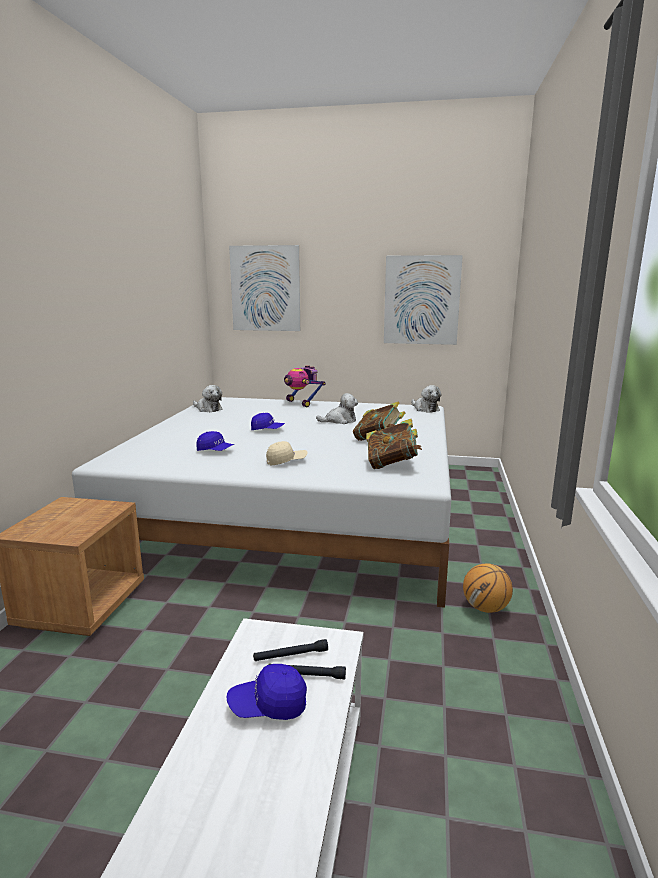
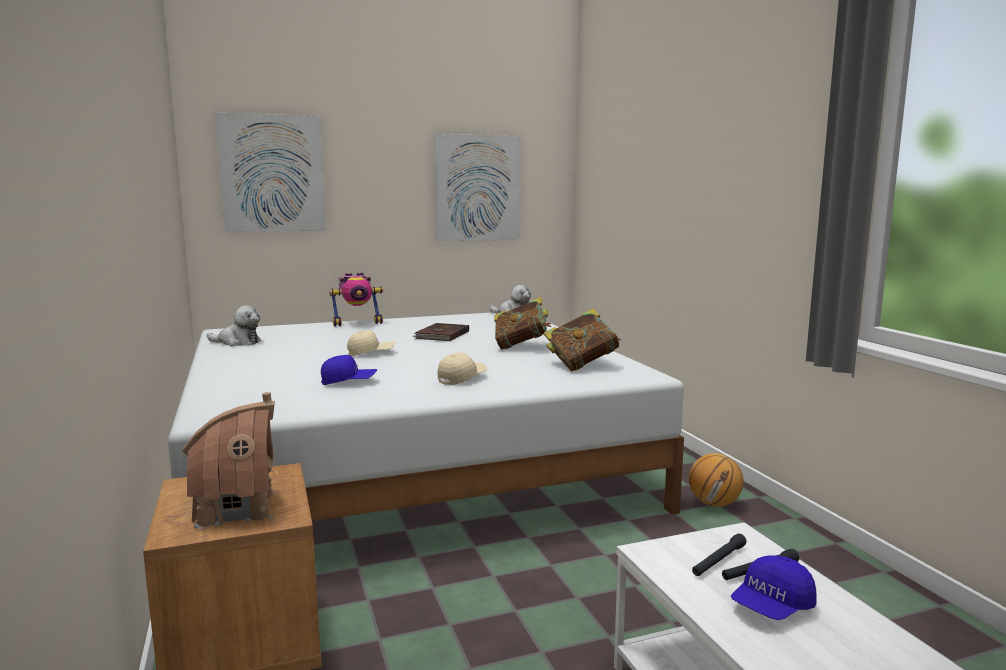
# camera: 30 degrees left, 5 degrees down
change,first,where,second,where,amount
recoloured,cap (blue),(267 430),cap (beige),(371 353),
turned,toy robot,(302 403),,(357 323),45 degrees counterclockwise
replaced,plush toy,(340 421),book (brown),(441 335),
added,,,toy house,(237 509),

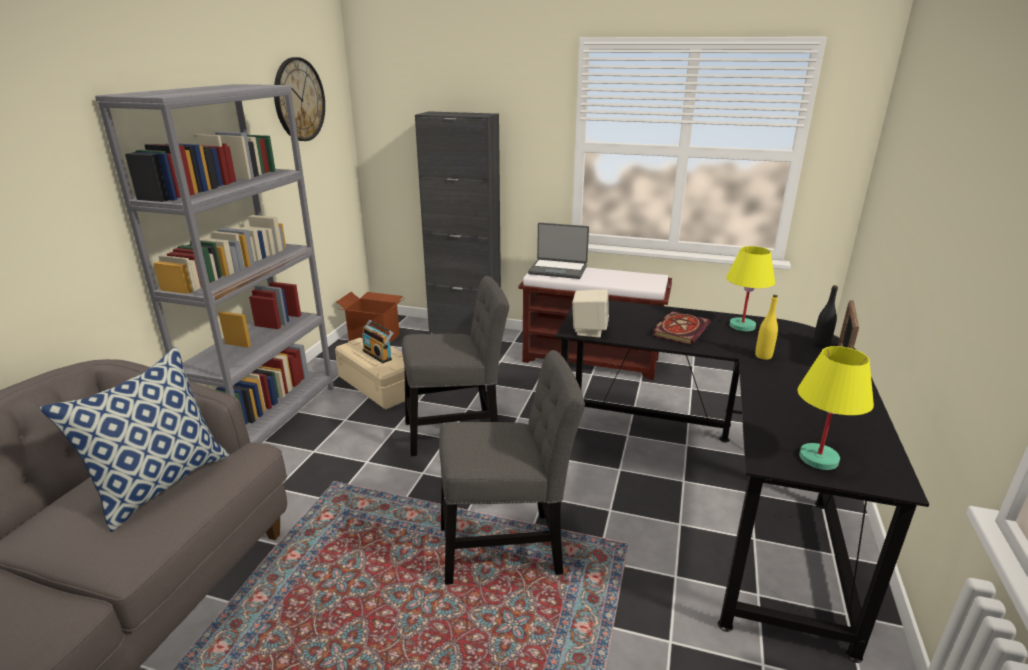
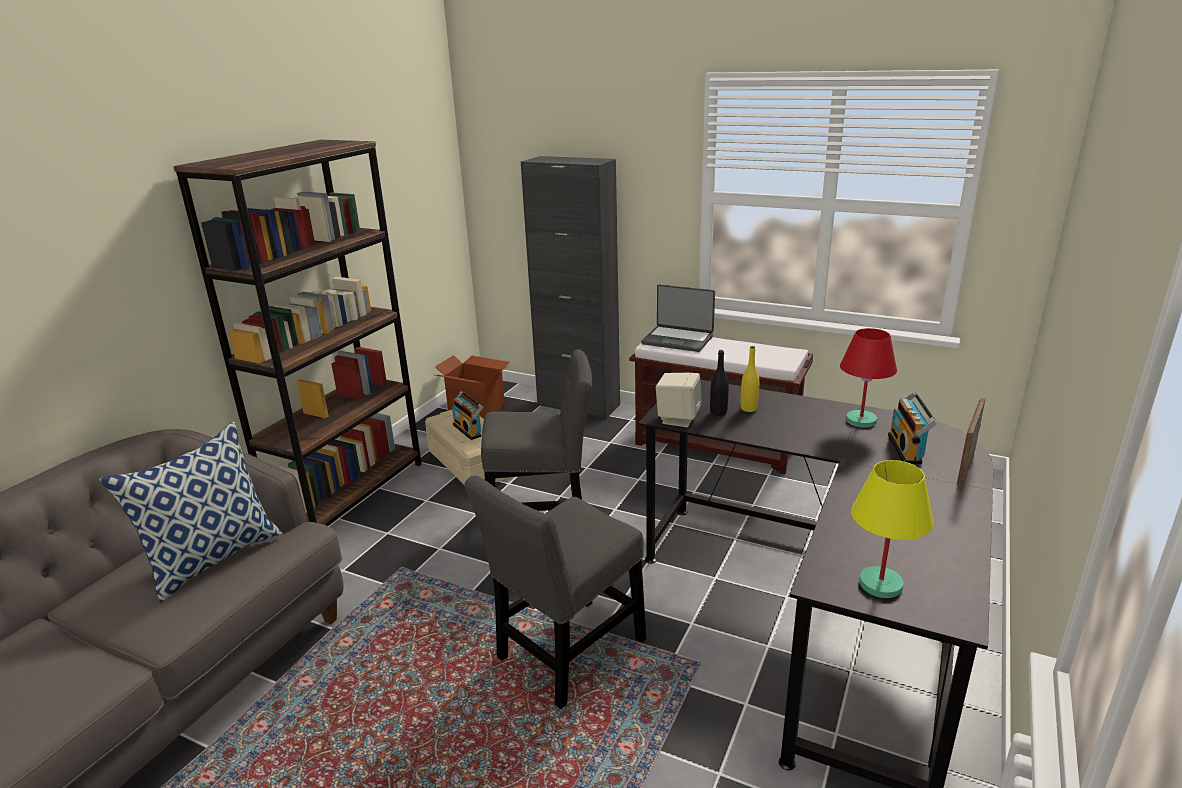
# camera: 10 degrees right, 0 degrees up
change,first,where,second,where,amount
recoloured,bookcase (grey),(270 418),bookcase (brown),(349 493),
removed,wall clock,(299 100),,,
turned,chair (grey),(507 547),,(567 654),135 degrees clockwise
removed,book,(680 329),,,
recoloured,table lamp (yellow),(742 326),table lamp (red),(861 420),
moved,bottle (yellow),(763 356),,(748 408),
moved,bottle (black),(821 345),,(718 412),
added,,,radio,(907 449),

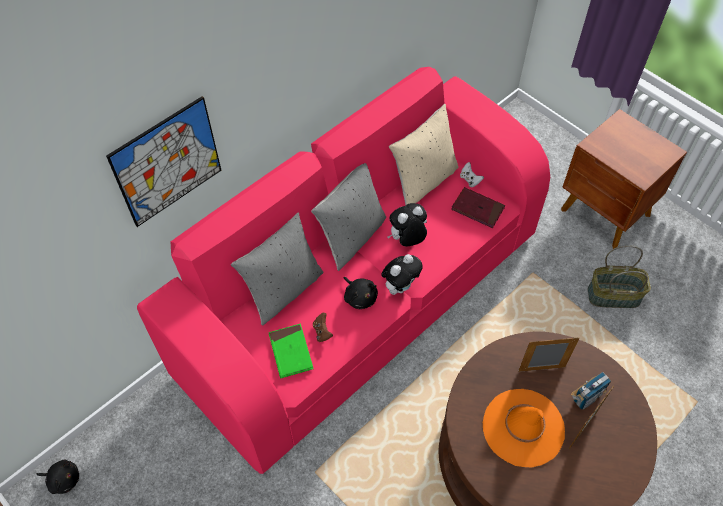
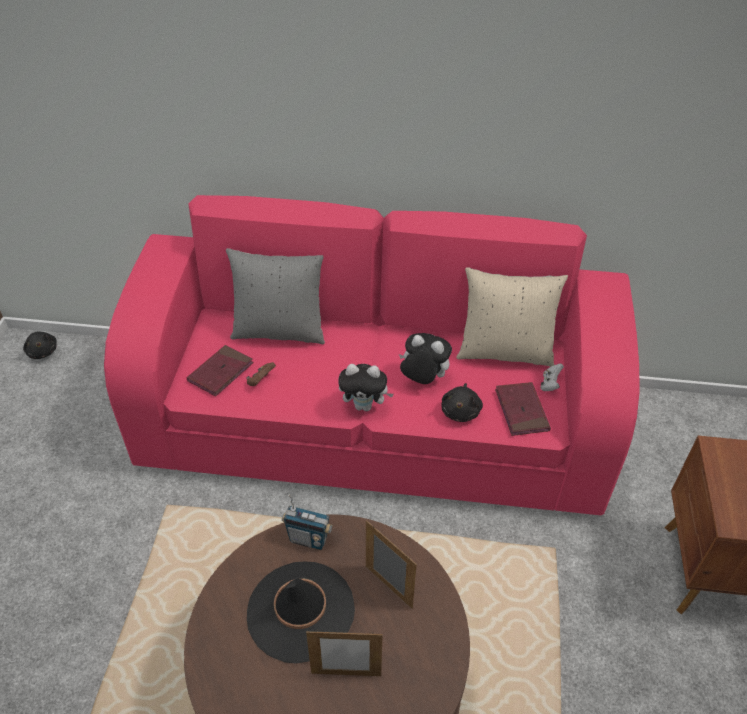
# camera: 50 degrees right, 10 degrees down
change,first,where,second,where,amount
removed,picture,(167 162),,,
recoloured,book (green),(291 352),book (red),(221 372),
removed,pillow (grey),(351 237),,,
moved,plush toy (black),(360 297),,(461 411),
recoloured,hat (orange),(523 427),hat (black),(300 611),
moved,radio,(586 398),,(308 539),
removed,basket,(614 295),,,

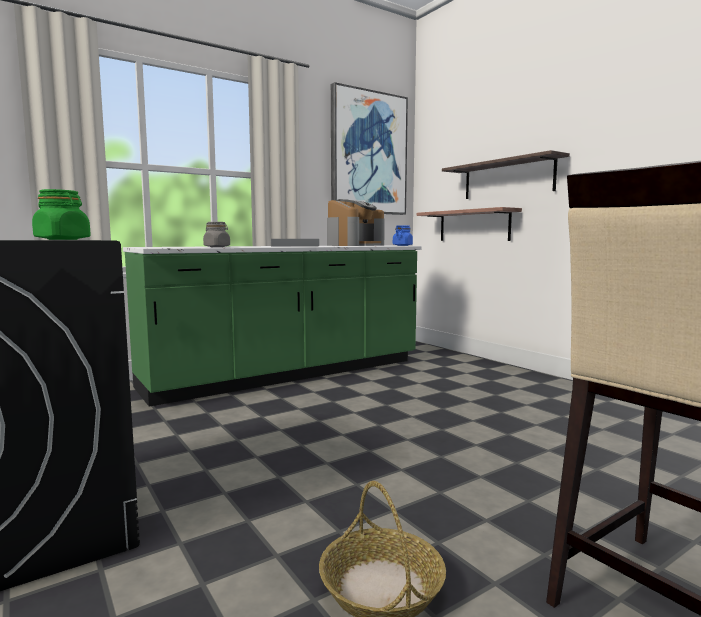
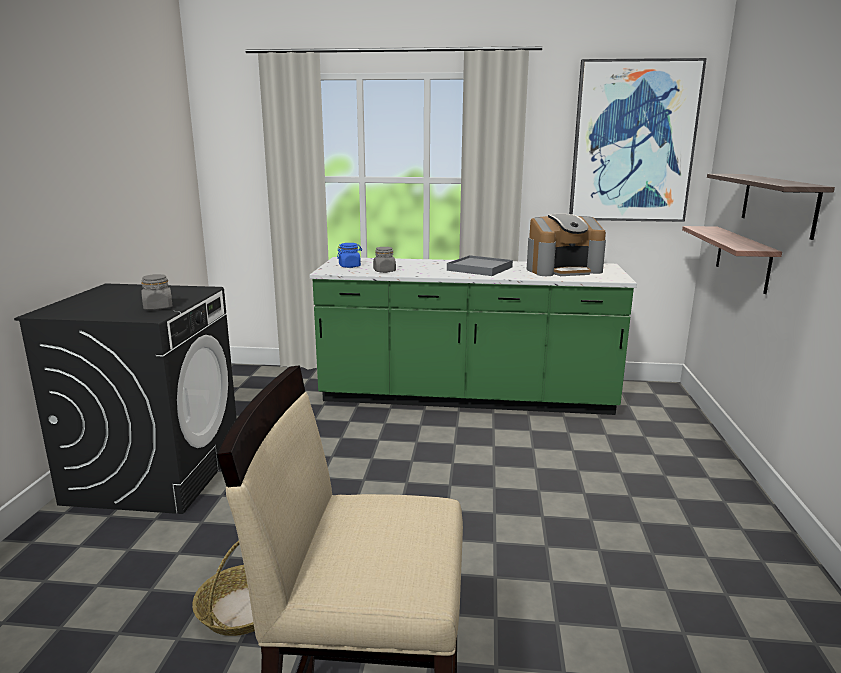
# camera: 40 degrees right, 10 degrees up
change,first,where,second,where,amount
recoloured,jar (green),(63 239),jar (grey),(158 307),
moved,jar (blue),(402 245),,(350 266),

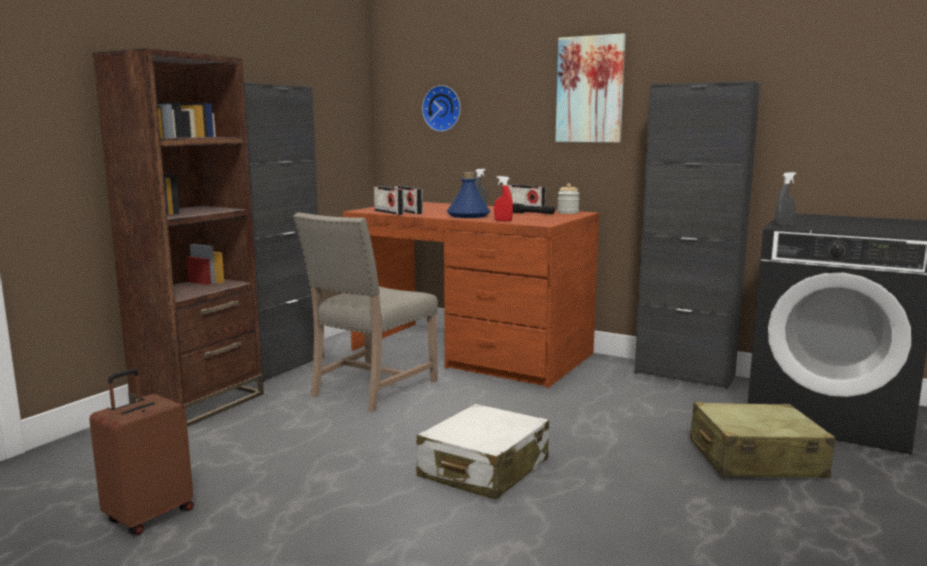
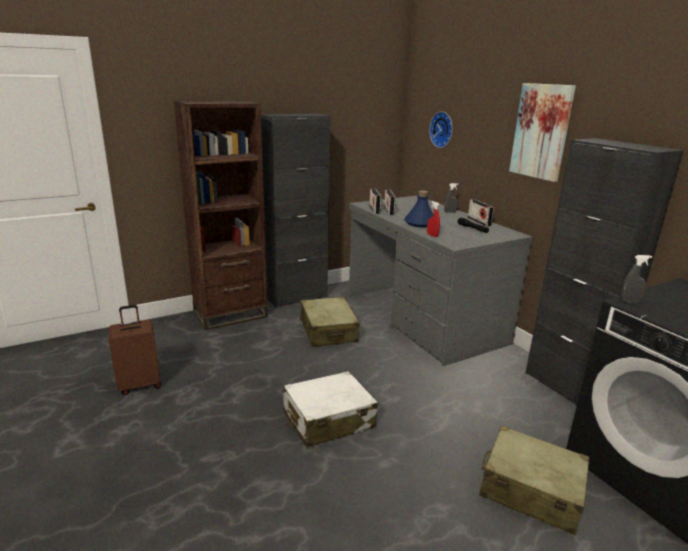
# camera: 30 degrees right, 10 degrees up
change,first,where,second,where,amount
replaced,chair (beige),(370 389),suitcase (beige),(328 331),
recoloured,desk (brown),(471 352),desk (grey),(422 318),
removed,jar,(568 212),,,

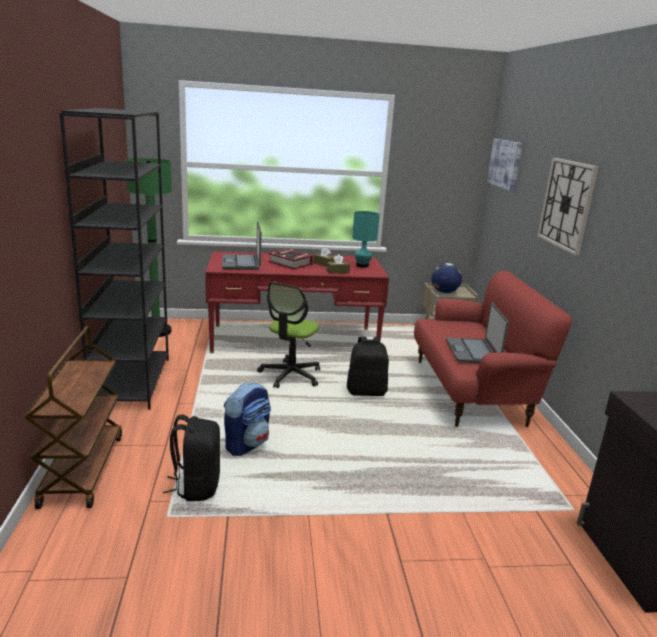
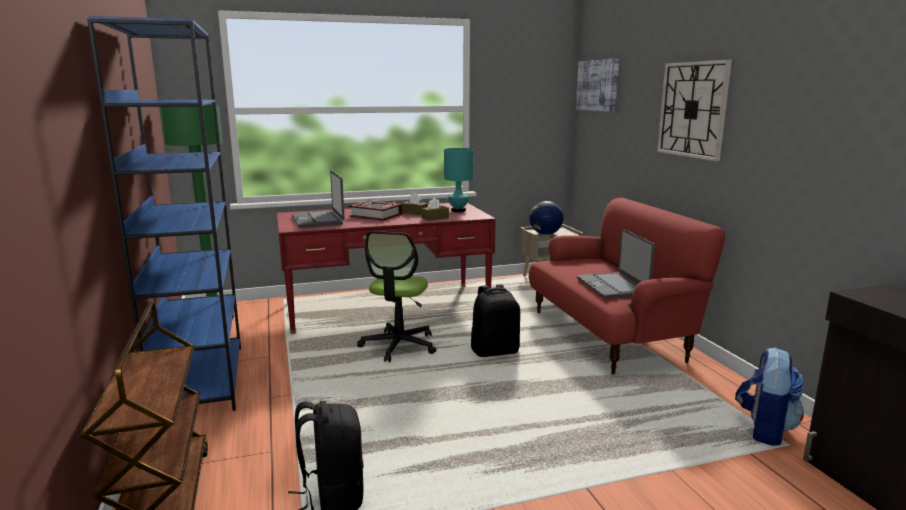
# camera: 10 degrees left, 5 degrees down
change,first,where,second,where,amount
recoloured,bookcase (black),(131 382),bookcase (blue),(200 380),
moved,backpack,(247 444),,(764 429),

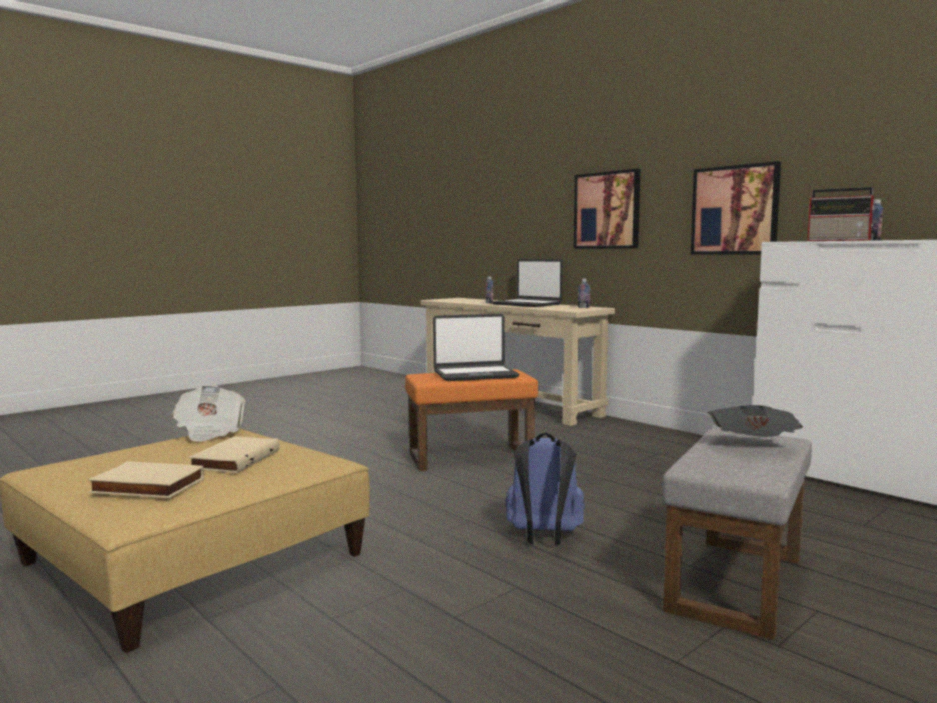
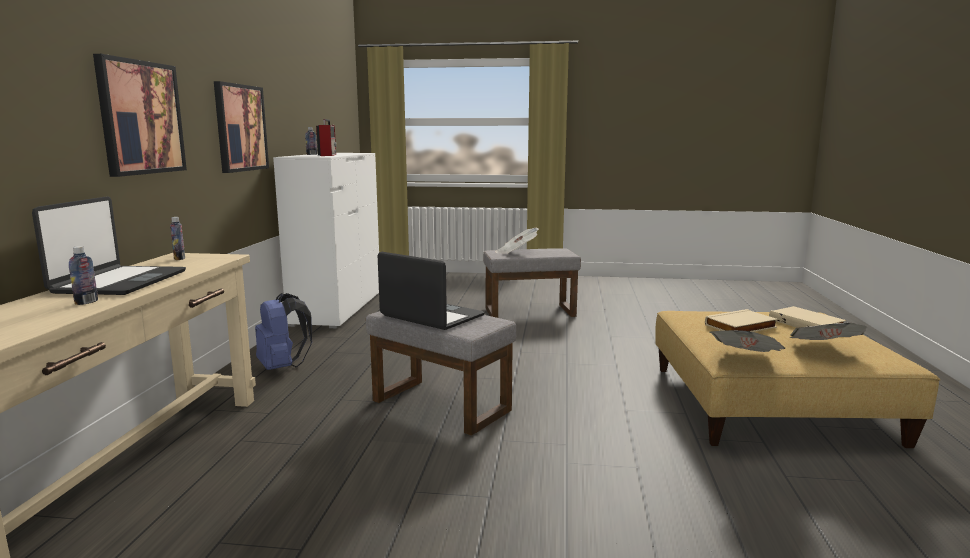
# camera: 130 degrees left, 5 degrees up
change,first,where,second,where,amount
recoloured,ottoman (orange),(471 457),ottoman (grey),(439 405),
moved,backpack (blue),(544 538),,(282 367),
added,,,newspaper,(824 350),

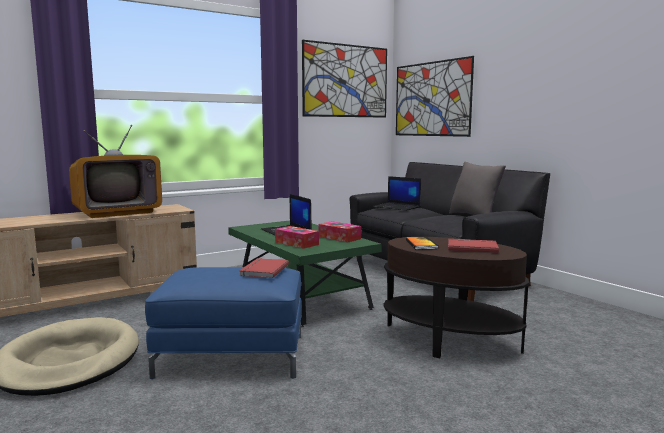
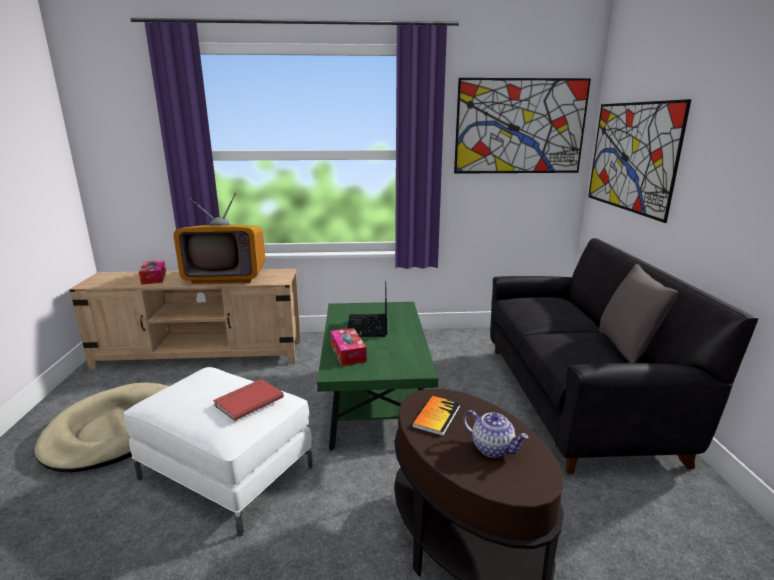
# camera: 30 degrees right, 10 degrees up
change,first,where,second,where,amount
recoloured,ottoman (blue),(232 355),ottoman (white),(226 473),
moved,tissue box,(339 238),,(154 277),
removed,laptop,(397 207),,,
replaced,book (red),(472 247),teapot,(493 448),

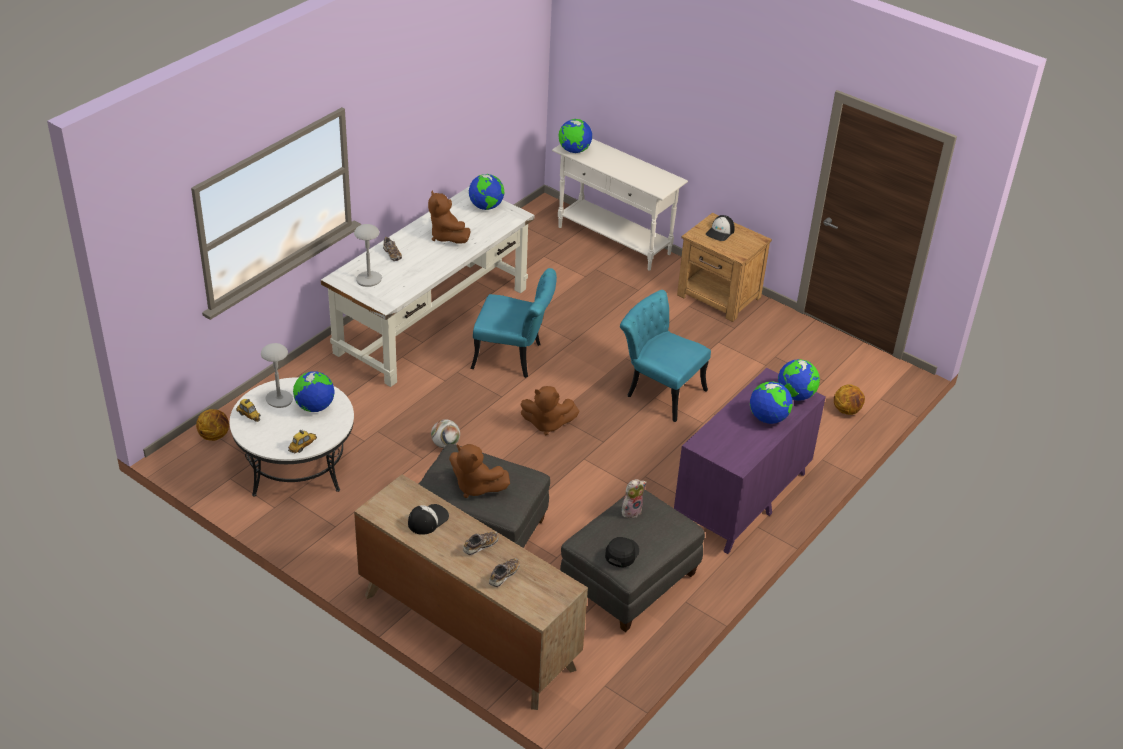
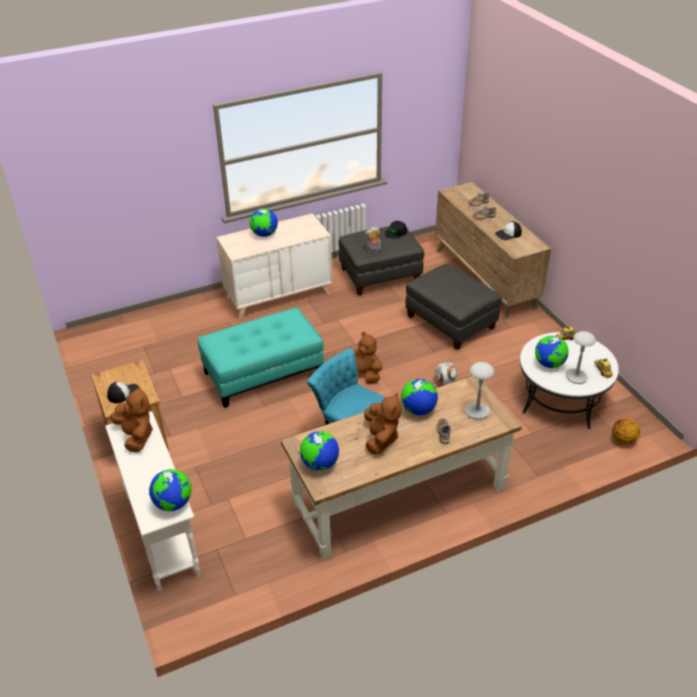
# camera: 150 degrees left, 0 degrees up
change,first,where,second,where,amount
recoloured,desk (white),(432 319),desk (brown),(398 496),
moved,plush toy (brown),(475 486),,(136 436),
replaced,chair (turquoise),(659 390),ottoman (turquoise),(263 373),
recoloured,dresser (purple),(741 499),dresser (beige),(278 295),
moved,globe,(795 395),,(418 410),
removed,basketball,(847 410),,,

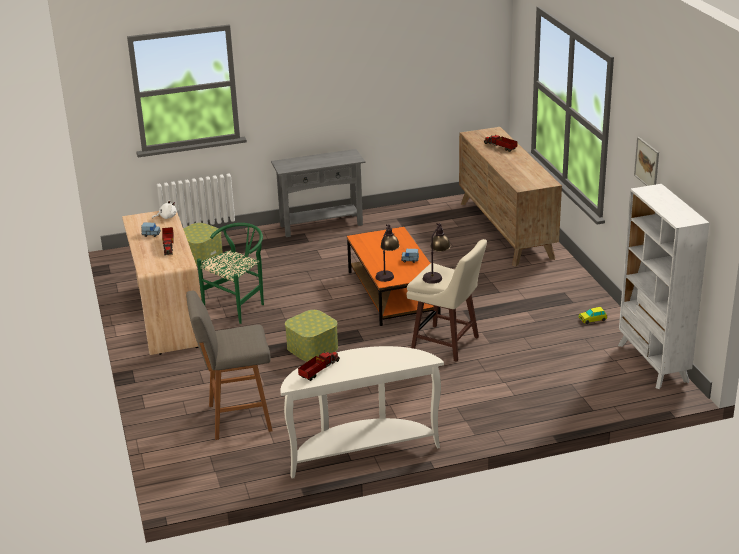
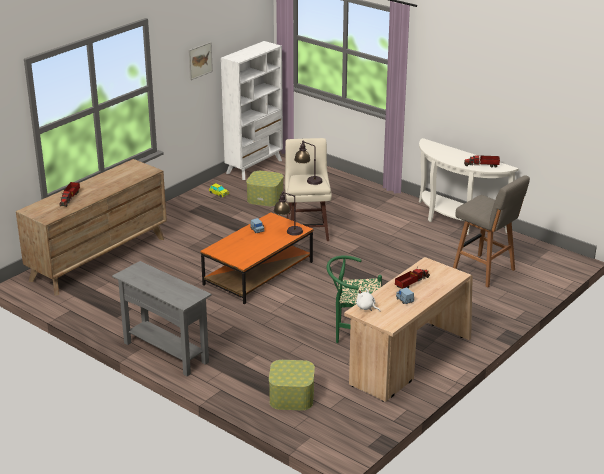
# camera: 125 degrees left, 0 degrees up
change,first,where,second,where,amount
moved,storage box,(312 347),,(265 198),

